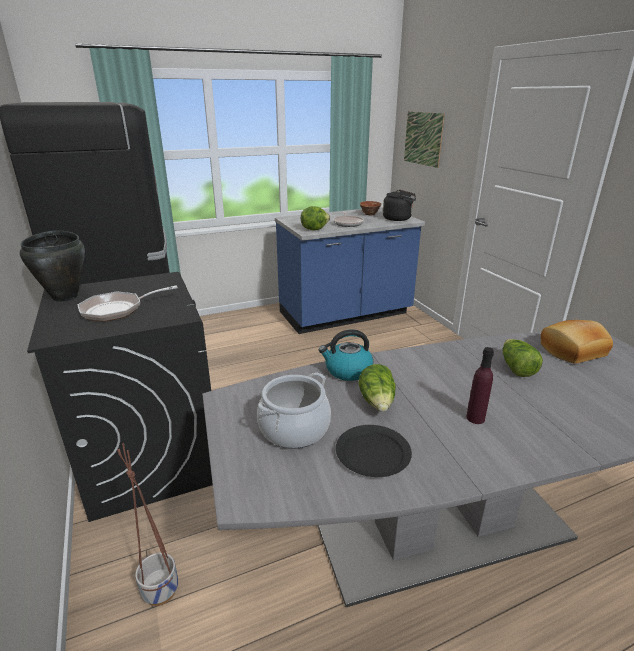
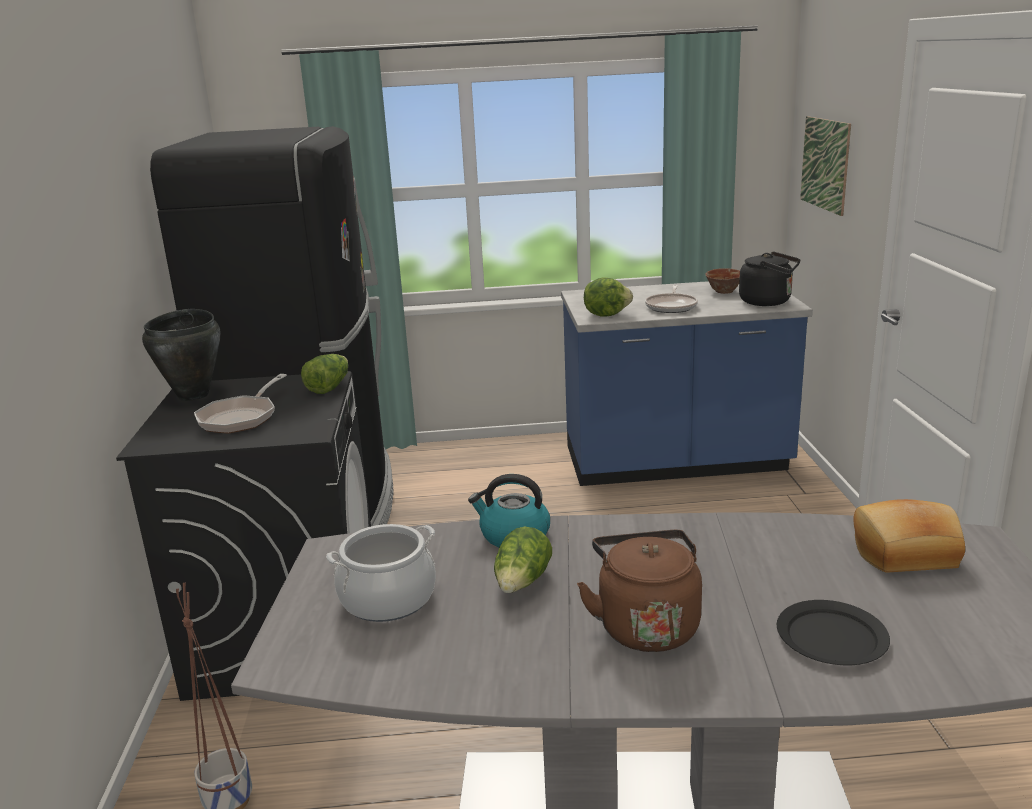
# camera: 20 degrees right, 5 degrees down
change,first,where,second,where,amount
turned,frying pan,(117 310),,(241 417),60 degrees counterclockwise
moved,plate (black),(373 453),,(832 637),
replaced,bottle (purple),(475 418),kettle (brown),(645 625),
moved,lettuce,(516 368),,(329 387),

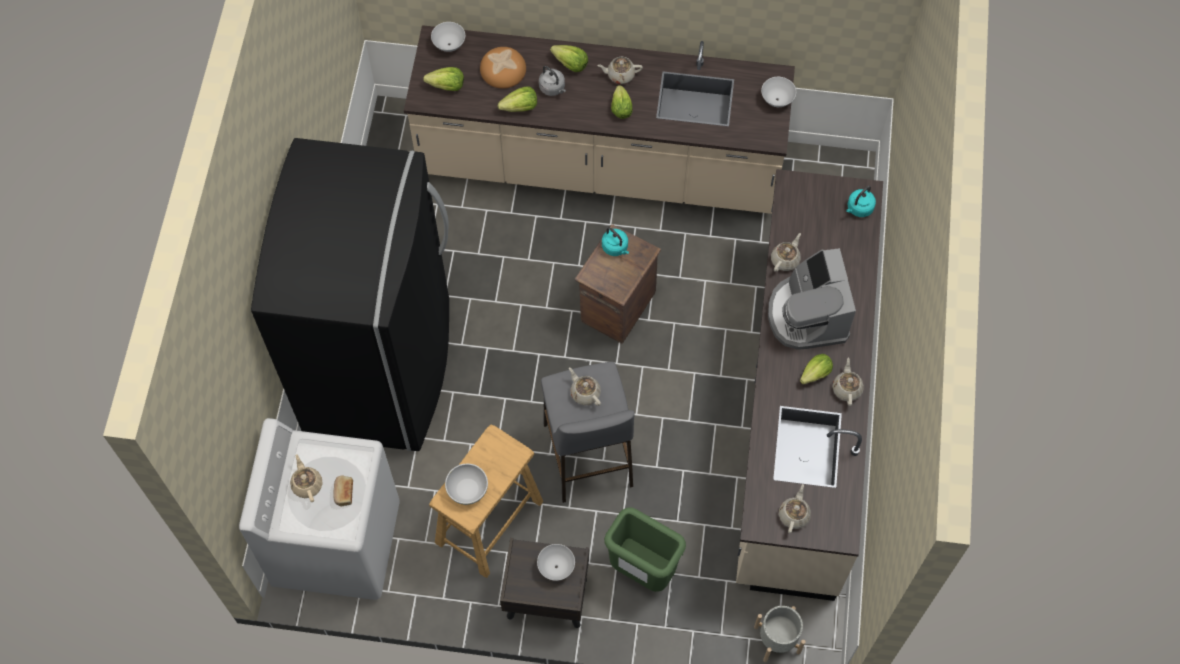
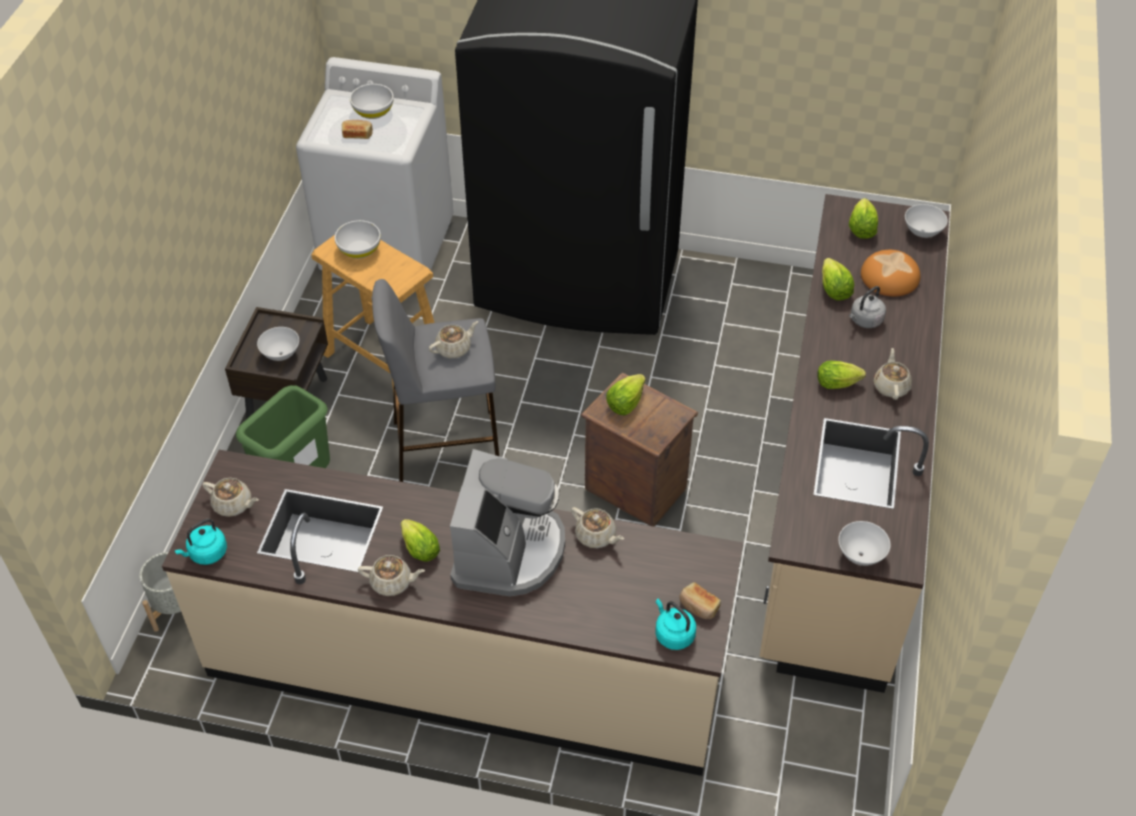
# camera: 95 degrees right, 15 degrees down
change,first,where,second,where,amount
replaced,teapot (beige),(307 484),bowl (white),(373 112),
moved,lettuce,(570 64),,(625 403),
moved,kettle (turquoise),(616 248),,(206 553),
turned,coffee machine,(807 315),,(508 551),105 degrees clockwise
added,,,bread,(698 606),

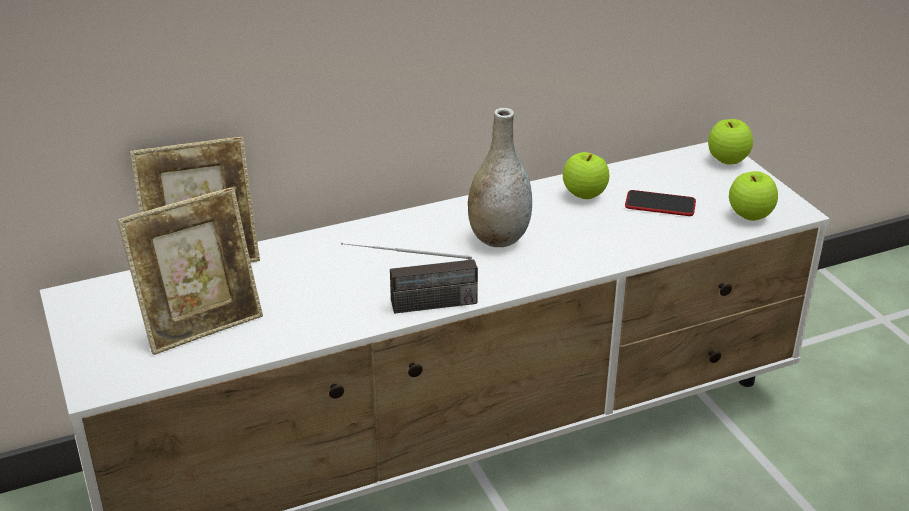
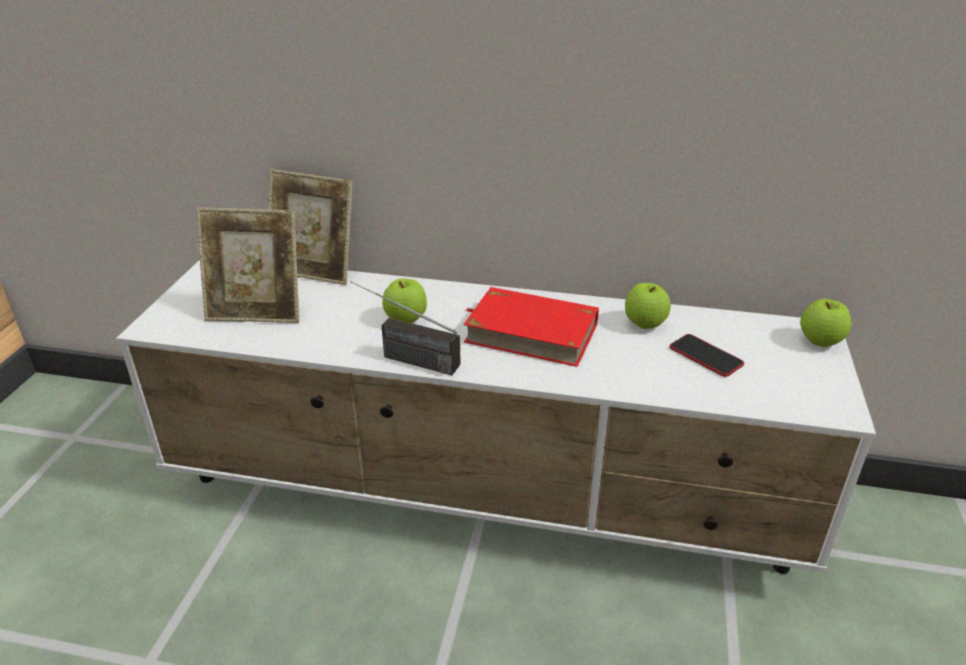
# camera: 35 degrees right, 0 degrees up
change,first,where,second,where,amount
replaced,vase (grey),(499 238),book (red),(531 332),
moved,apple,(750 216),,(405 320),

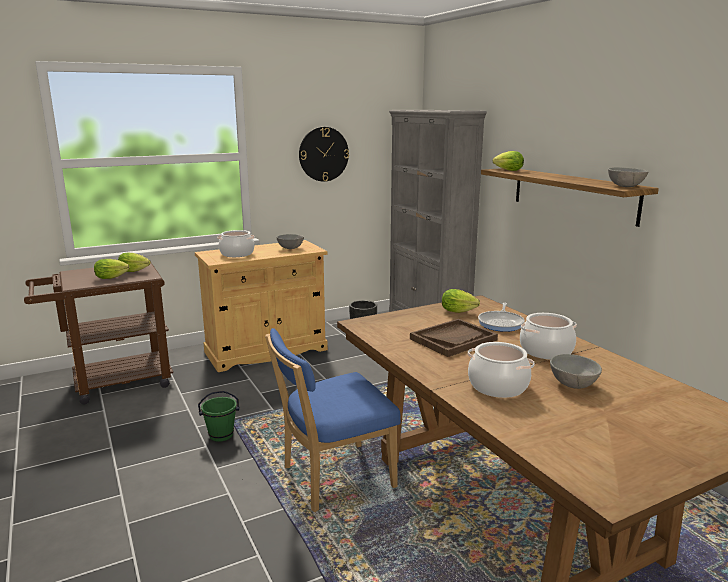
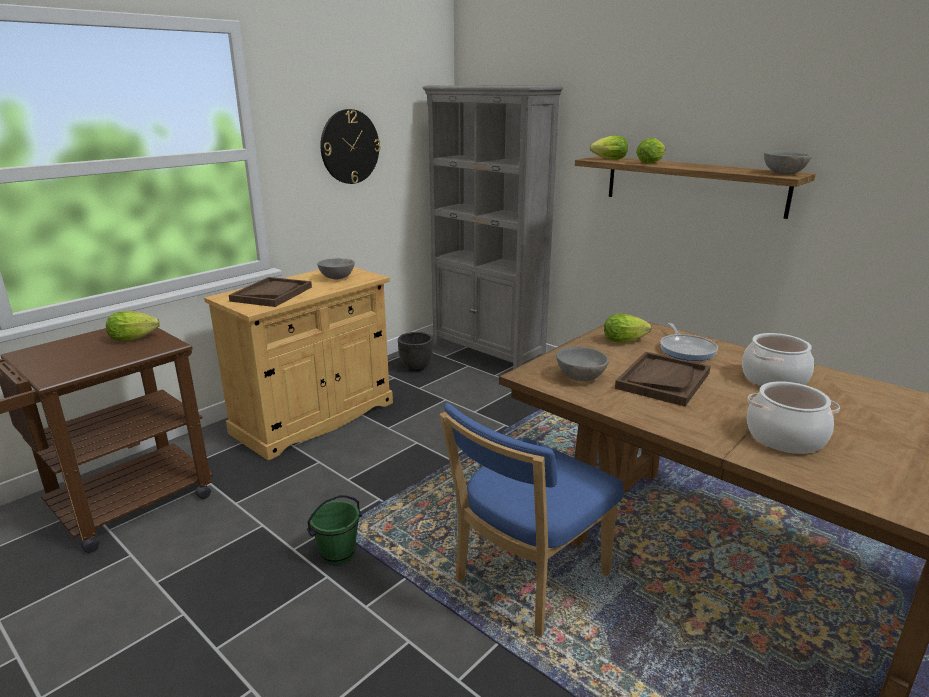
# camera: 20 degrees left, 5 degrees up
change,first,where,second,where,amount
moved,lettuce,(113 277),,(651 163),
replaced,cooking pot,(237 254),tray (brown),(272 294),
moved,bowl (grey),(573 384),,(581 377),

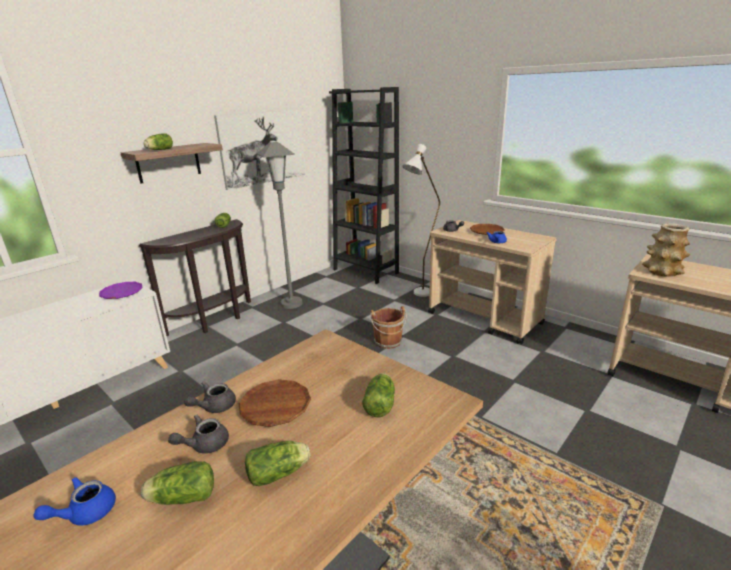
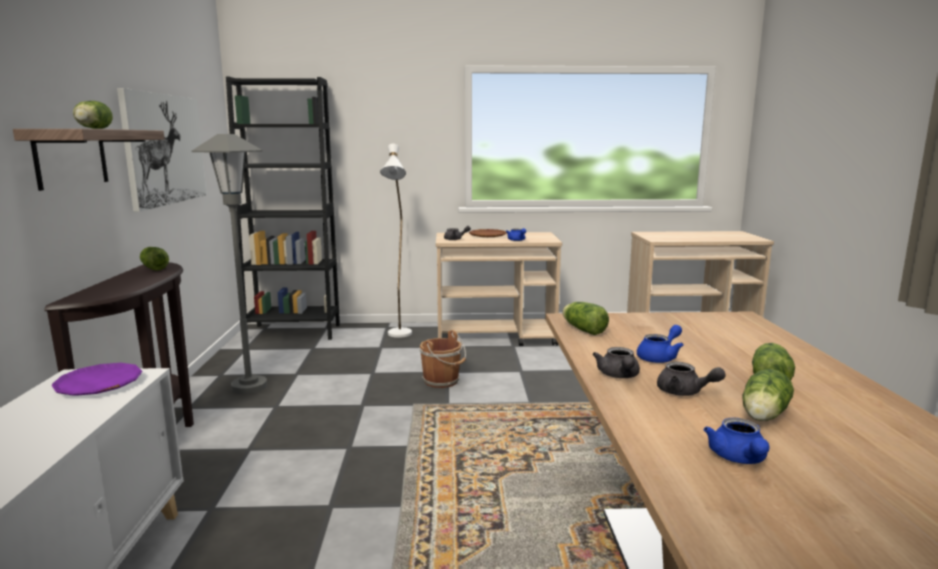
# camera: 45 degrees left, 10 degrees down
change,first,where,second,where,amount
turned,teapot (grey),(204 445),,(684 392),60 degrees counterclockwise
replaced,plate (brown),(275 406),teapot (blue),(660 357),
moved,lettuce,(380 403),,(582 329),
removed,vase,(661 272),,,

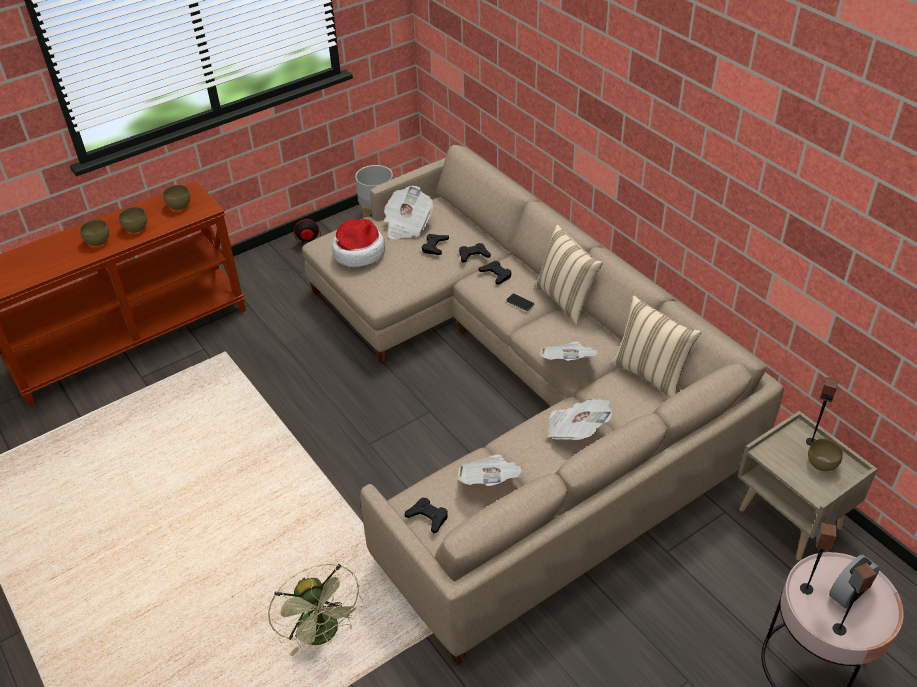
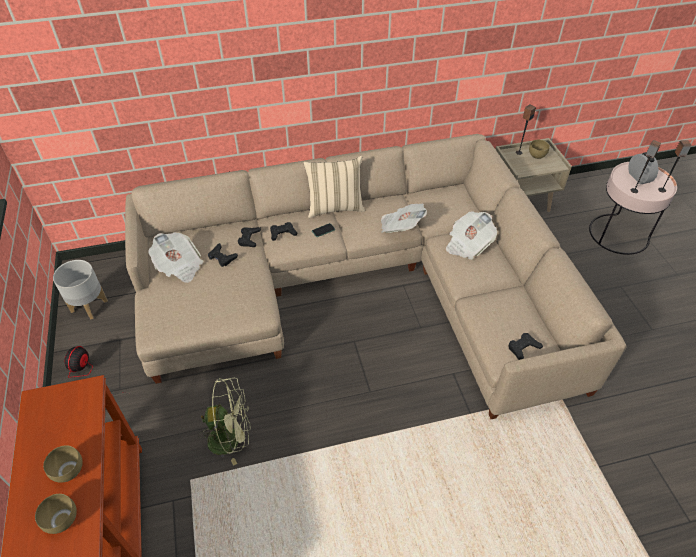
# camera: 70 degrees left, 5 degrees up
change,first,where,second,where,amount
removed,bowl (brown),(180 206),,,
moved,fan (green),(323 634),,(231 438),
removed,hat,(358 252),,,
removed,newspaper,(489 481),,,
removed,pillow (beige),(650 374),,,

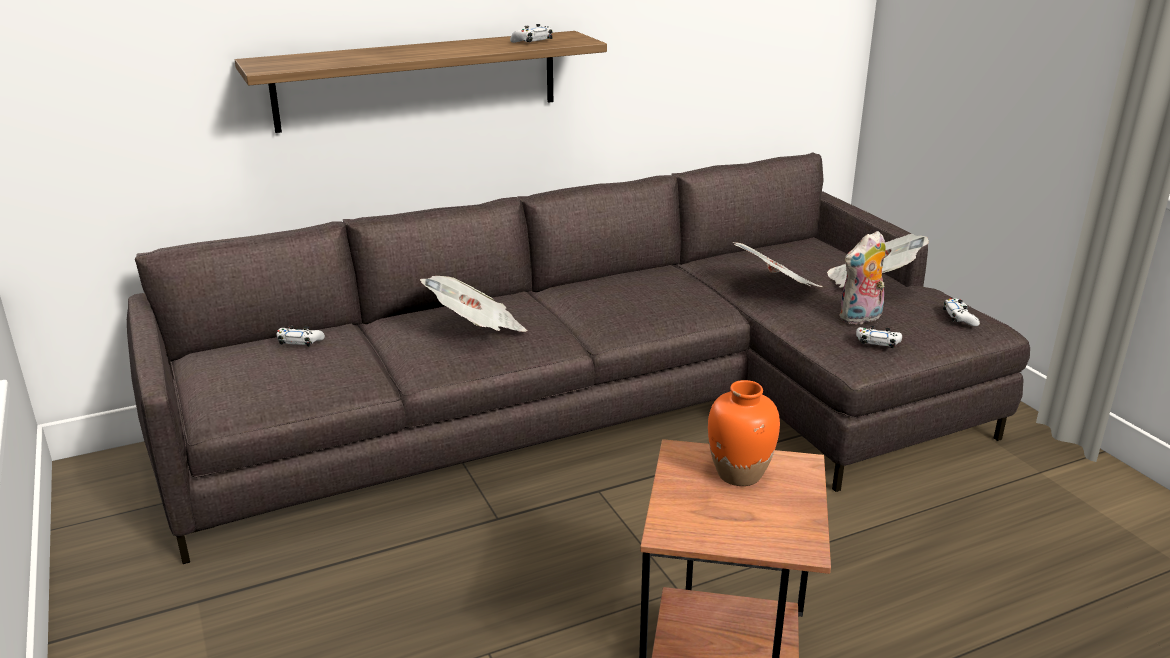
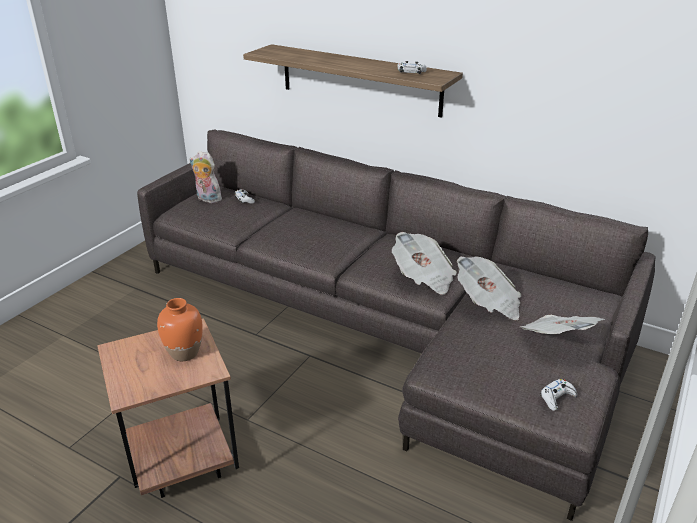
# camera: 55 degrees right, 5 degrees up
change,first,where,second,where,amount
moved,newspaper,(476 329),,(423 278),
moved,plush toy,(860 318),,(207 199),
removed,game controller (white),(877 342),,,

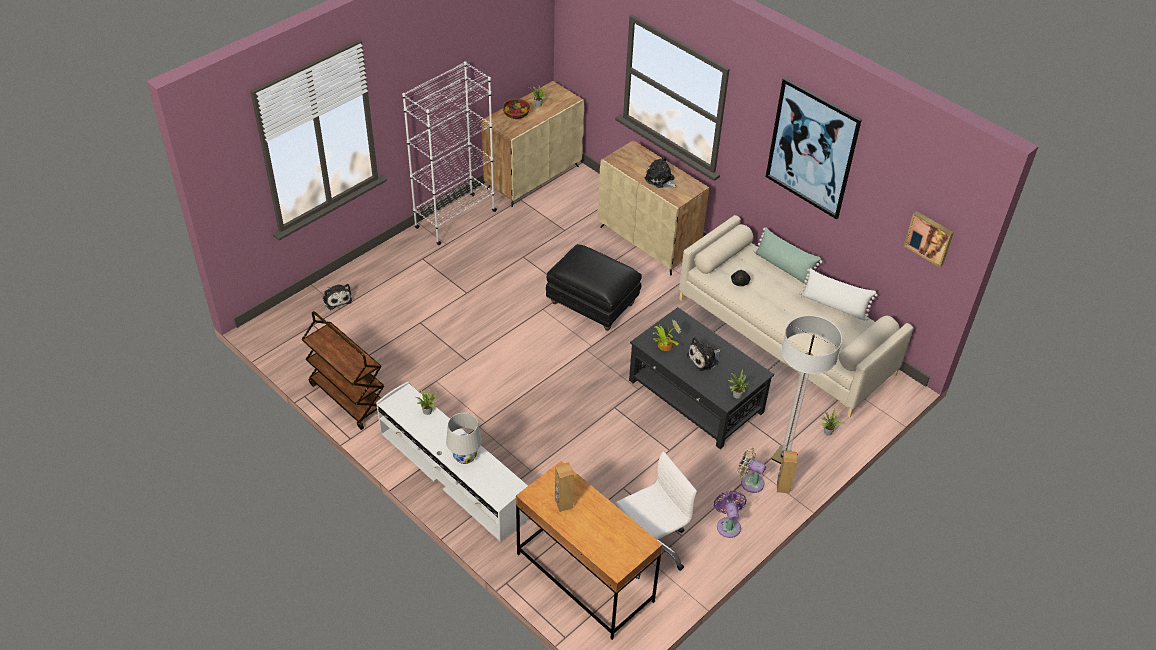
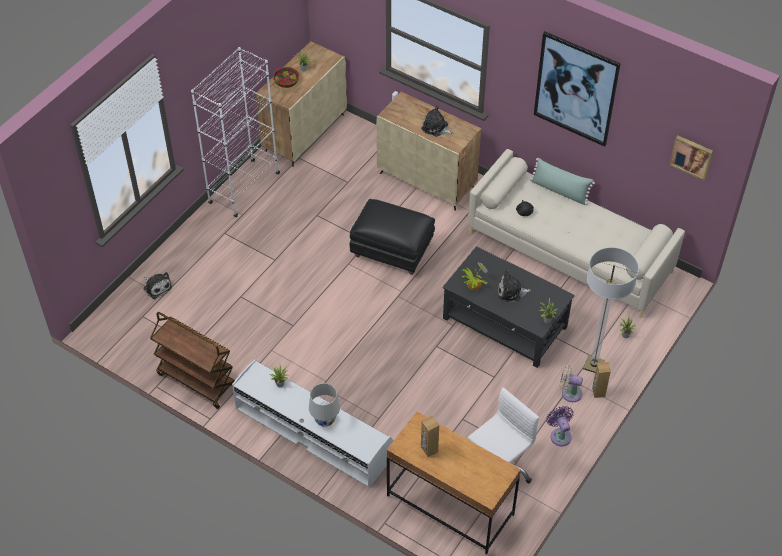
# camera: 10 degrees left, 5 degrees up
change,first,where,second,where,amount
turned,plush toy,(704 359),,(511 292),45 degrees clockwise
removed,pillow (white),(834 305),,,

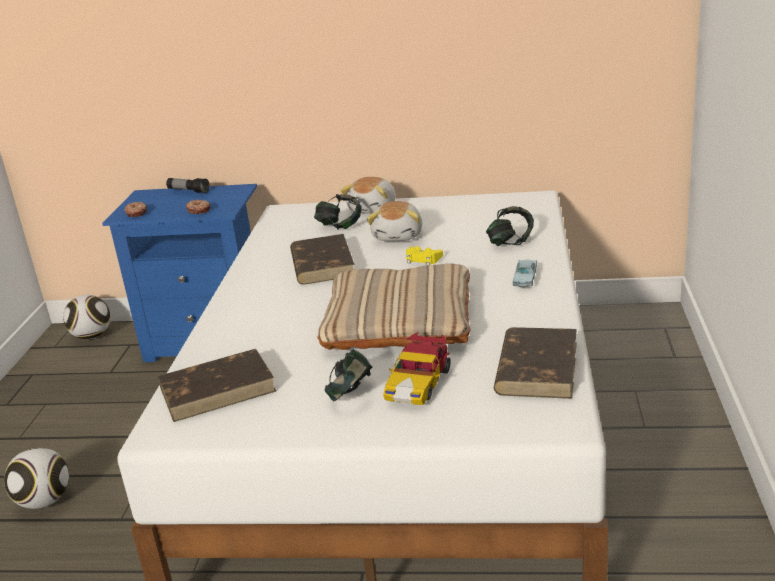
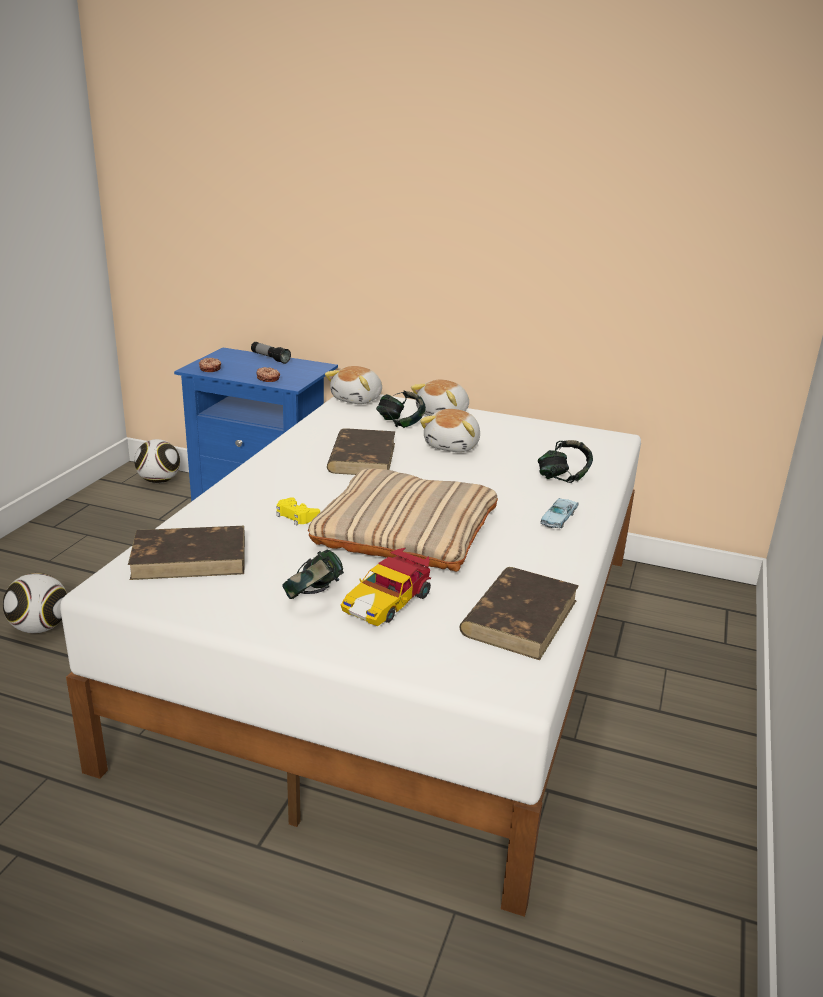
# camera: 10 degrees right, 0 degrees up
change,first,where,second,where,amount
moved,game controller (yellow),(423 259),,(296 516),
added,,,plush toy,(358 399),

